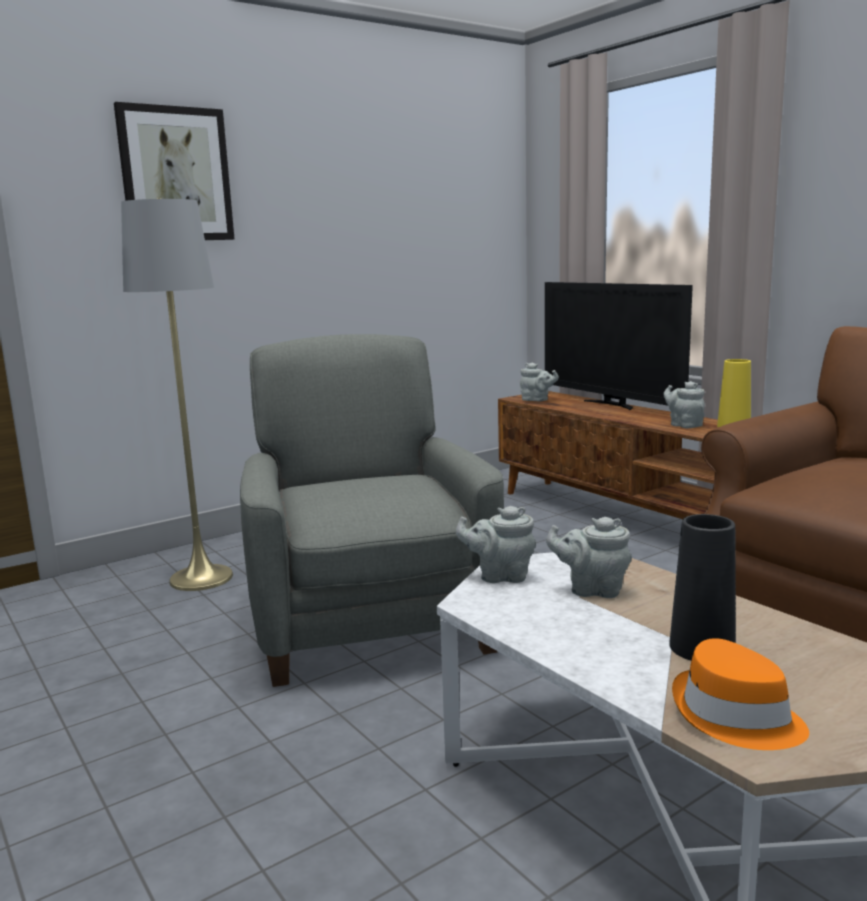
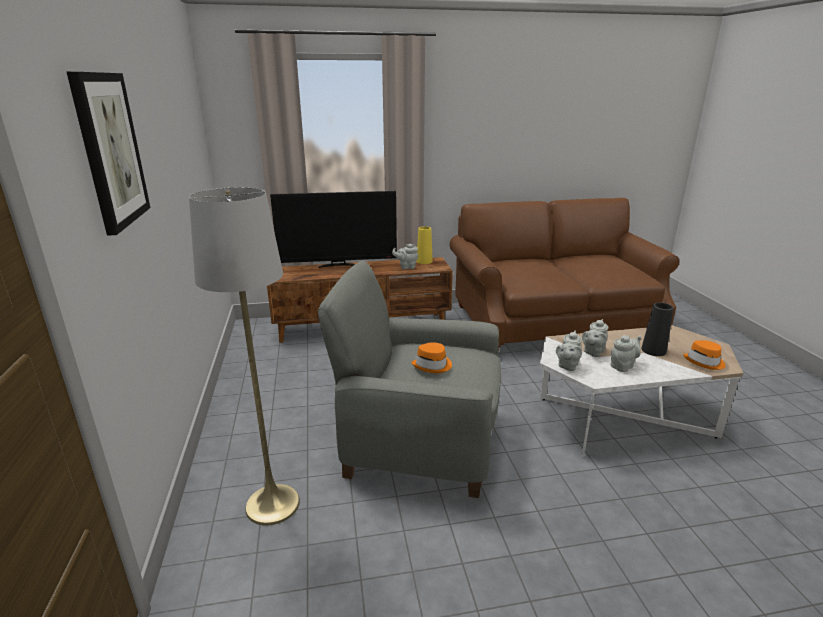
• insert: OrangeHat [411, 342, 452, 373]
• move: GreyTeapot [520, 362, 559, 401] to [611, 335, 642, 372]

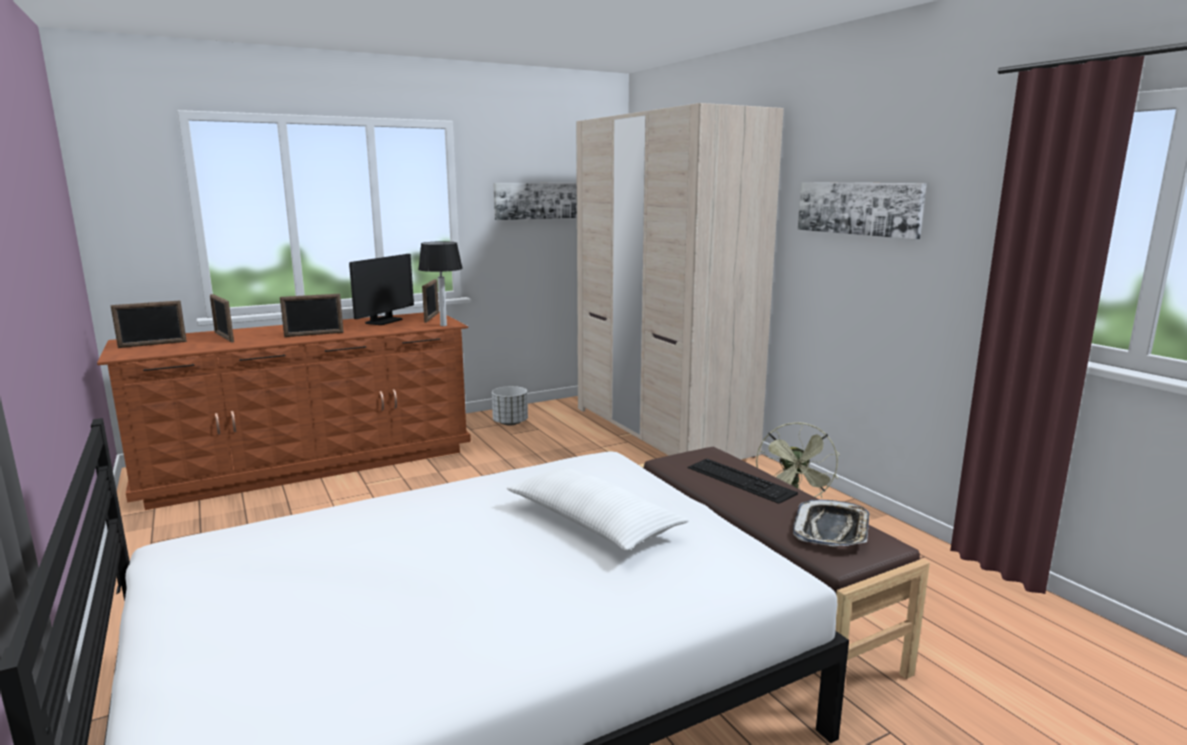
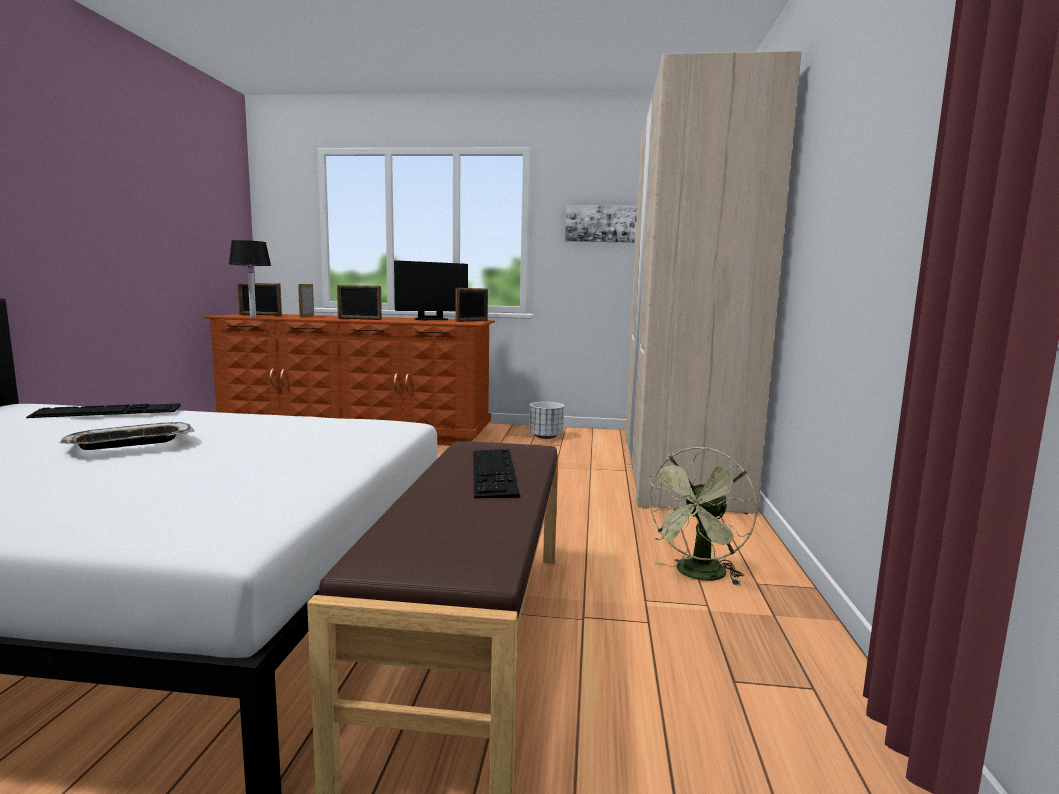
• delete: WhitePillow [507, 467, 689, 551]
• delete: Picture [798, 182, 927, 239]
• insert: Keyboard [26, 403, 181, 418]
• move: TableLamp [418, 241, 463, 326] to [229, 240, 271, 317]
• move: Tray [793, 500, 870, 547] to [60, 422, 194, 450]

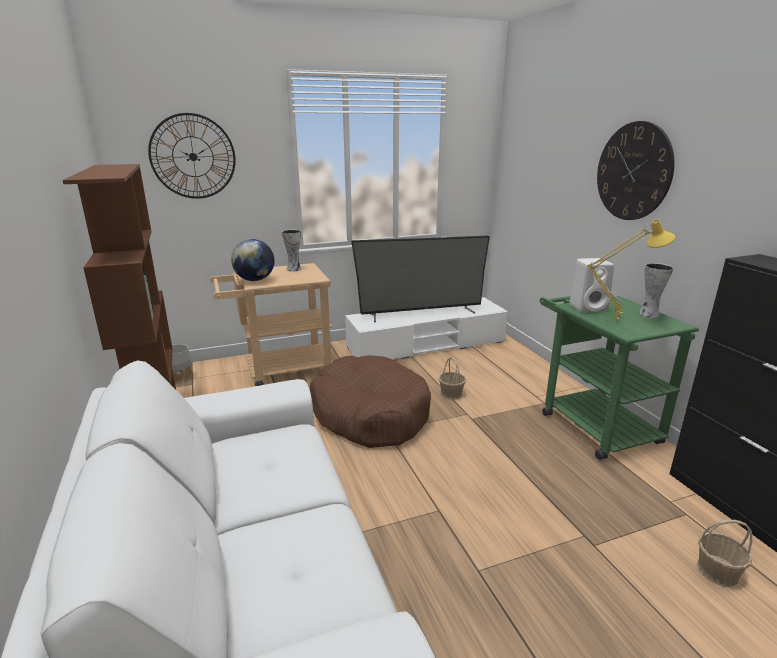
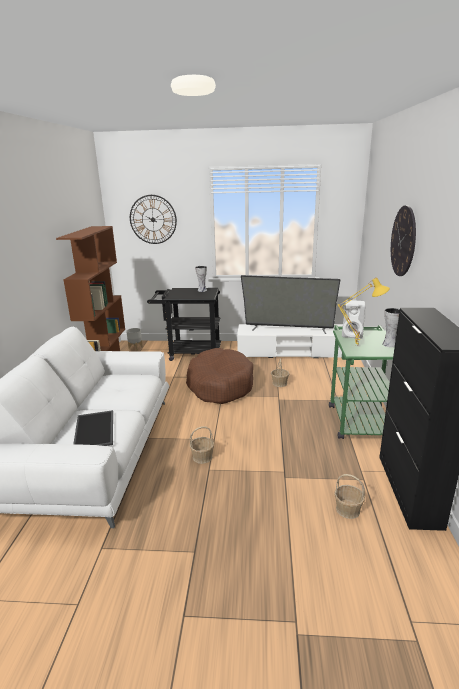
• delete: Globe [231, 239, 275, 281]
• insert: Tray [73, 410, 113, 446]
• insert: Basket [190, 426, 214, 464]
• recolor: BeigeCart [210, 263, 332, 386] to BlackCart [147, 288, 221, 361]

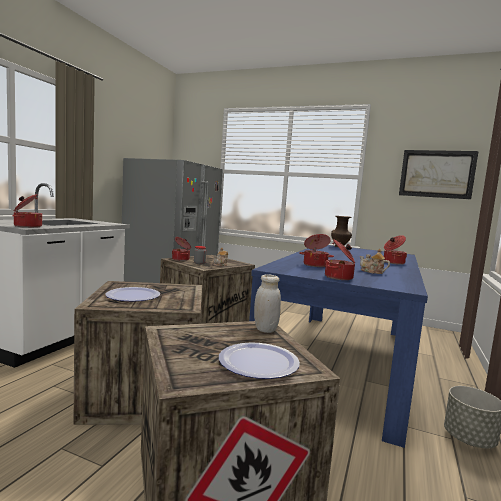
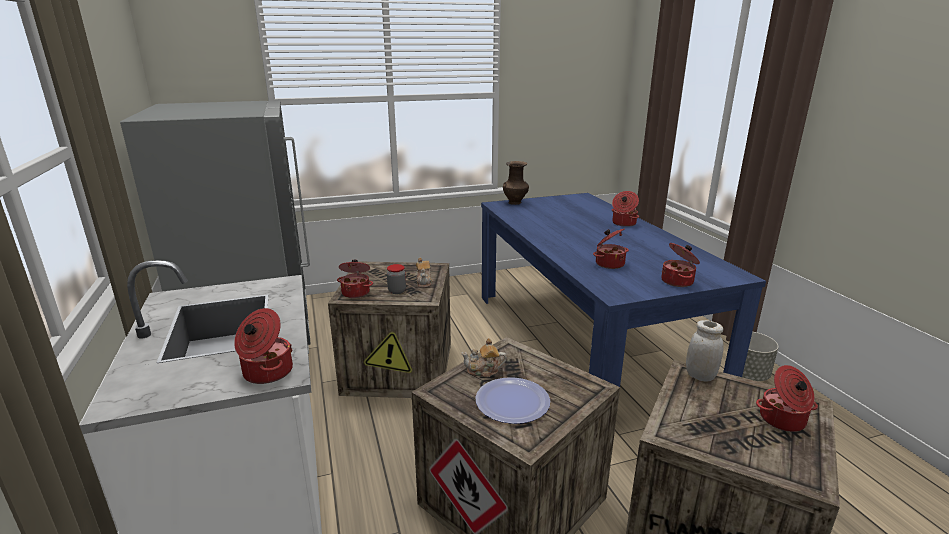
• delete: Picture [399, 150, 478, 199]
• move: Teapot [360, 249, 390, 274] to [461, 338, 507, 377]
• replace: Plate [219, 343, 300, 379] to CookingPot [756, 365, 818, 432]

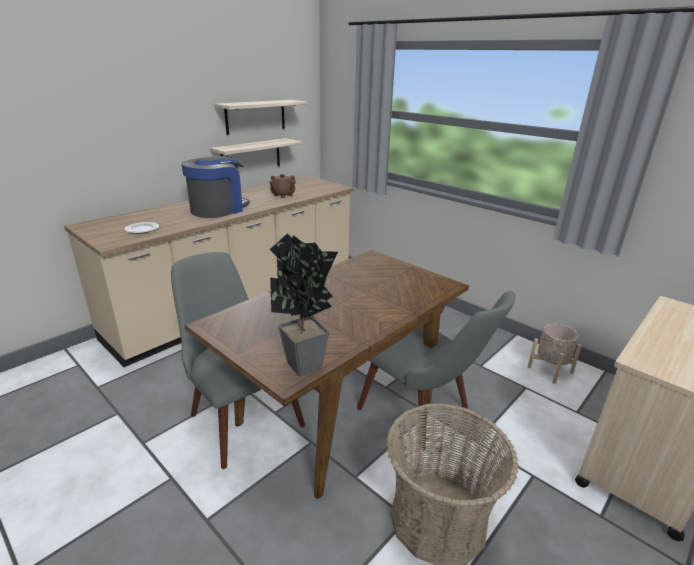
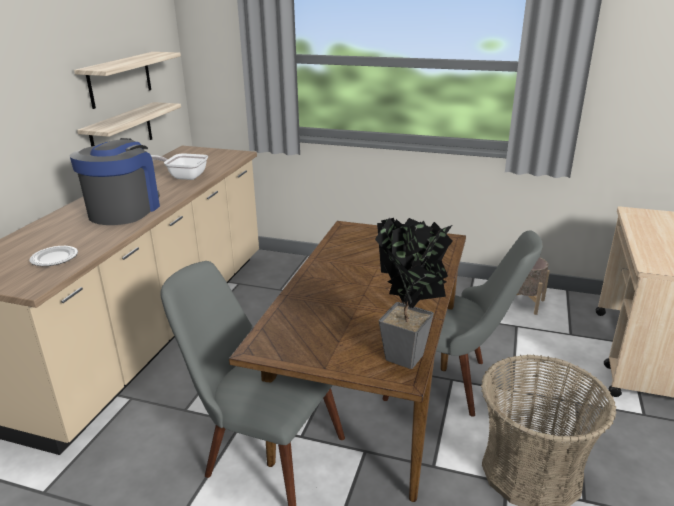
• replace: BrownTeapot [270, 174, 296, 198] to FryingPan [151, 154, 208, 180]

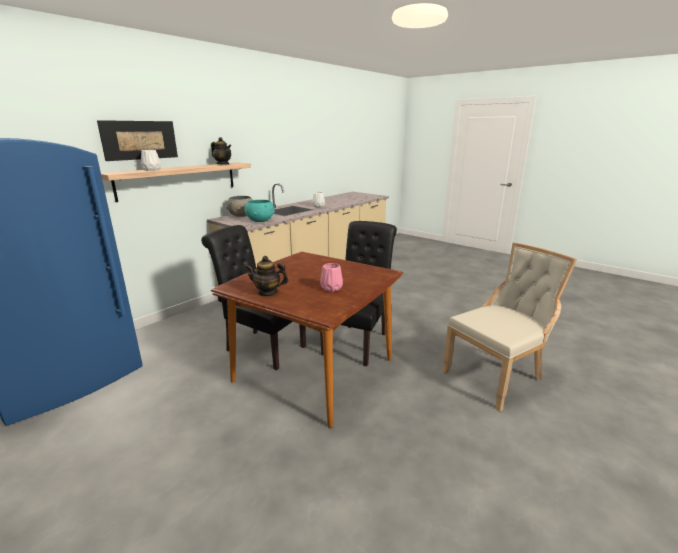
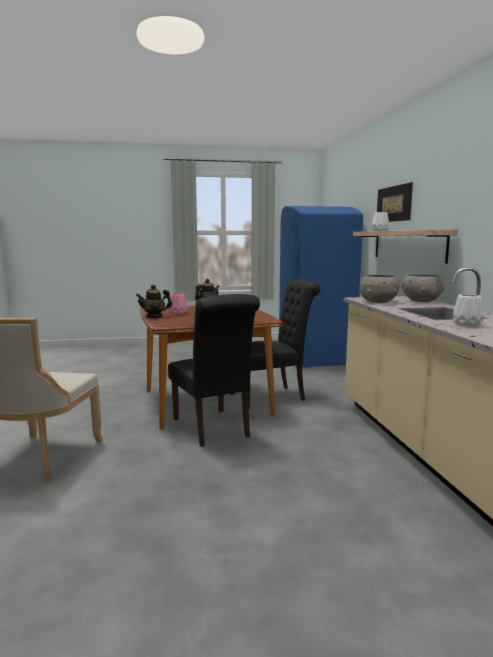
• move: Teapot [211, 137, 231, 165] to [136, 284, 172, 318]
• recolor: TurquoiseBowl [245, 200, 275, 222] to GreyBowl [359, 275, 400, 303]

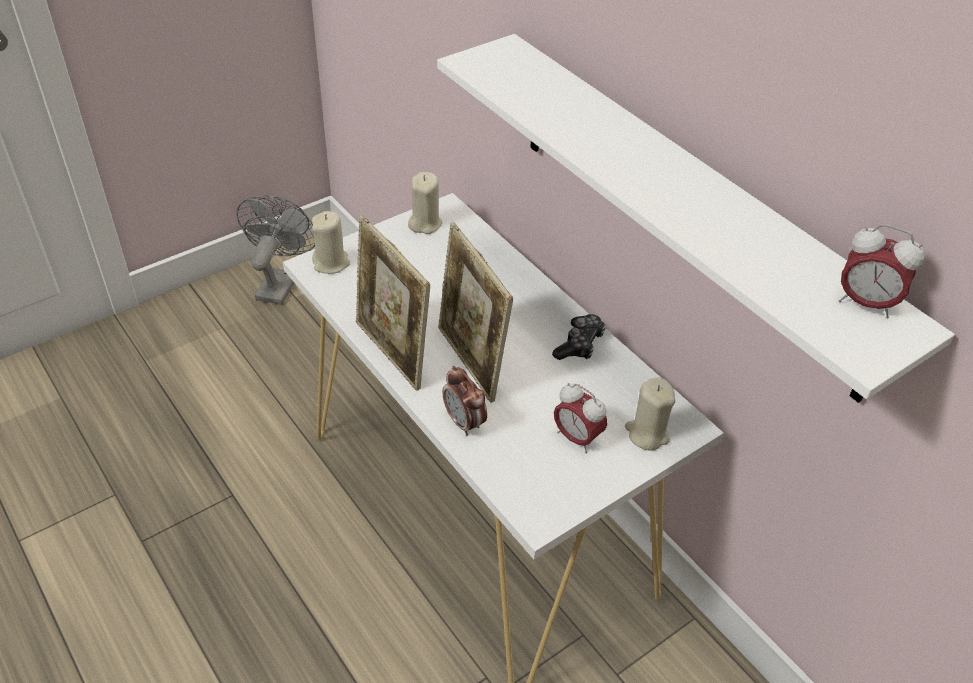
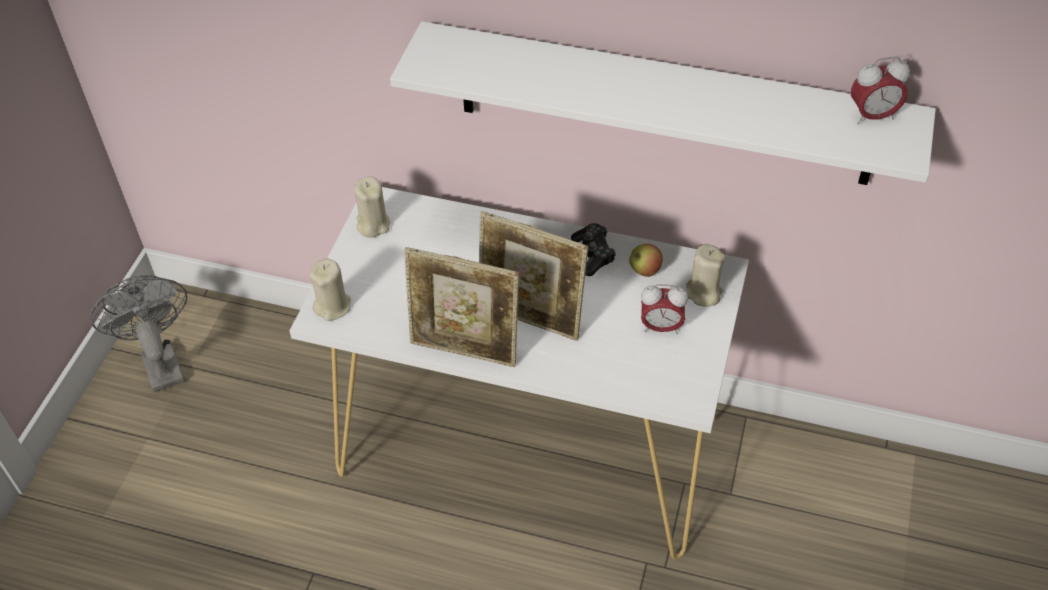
• delete: AlarmClock [443, 366, 487, 436]
• insert: Apple [629, 244, 663, 277]

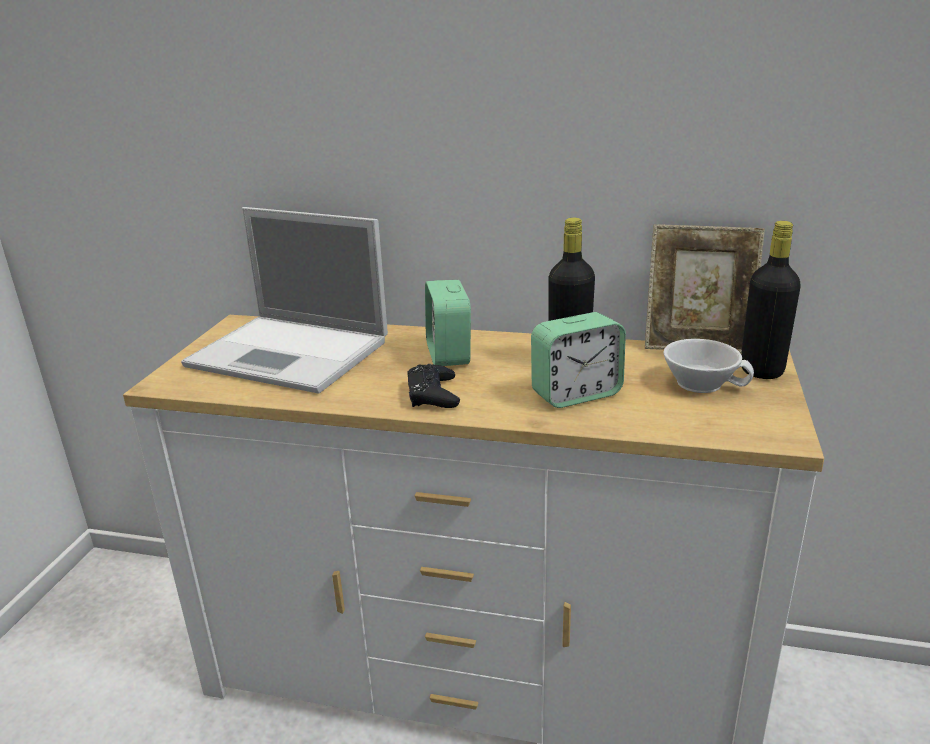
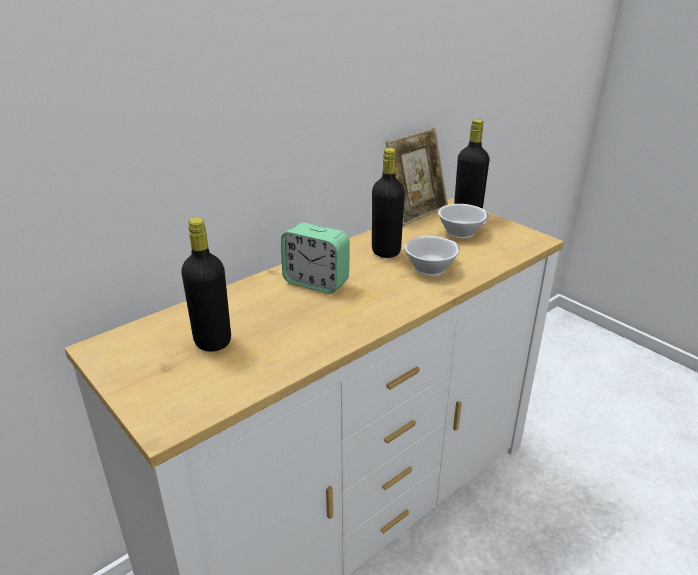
• delete: BlackGameController [407, 364, 460, 408]
• replace: Laptop [181, 207, 388, 394] to BlackBottle [181, 217, 231, 352]
• replace: AlarmClock [531, 312, 626, 408] to WhiteCup [405, 236, 460, 276]

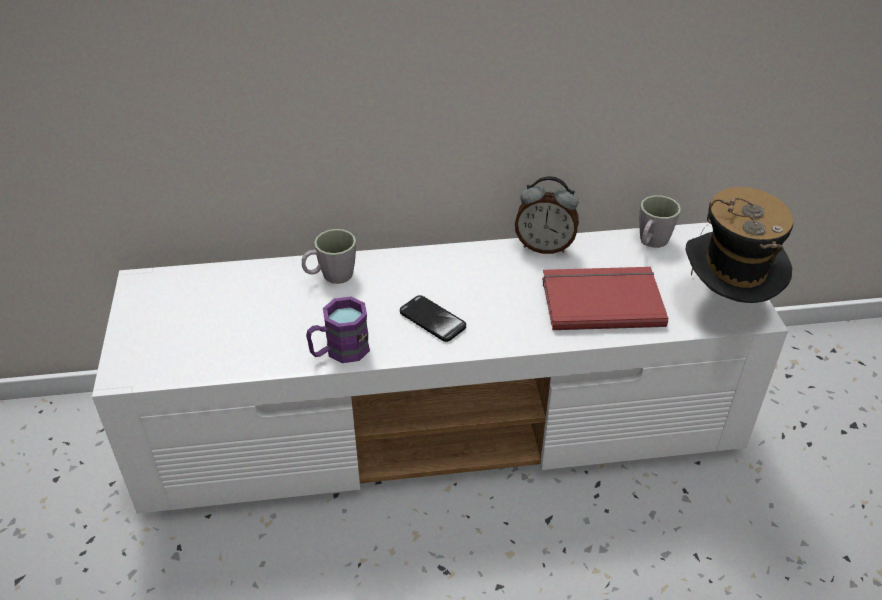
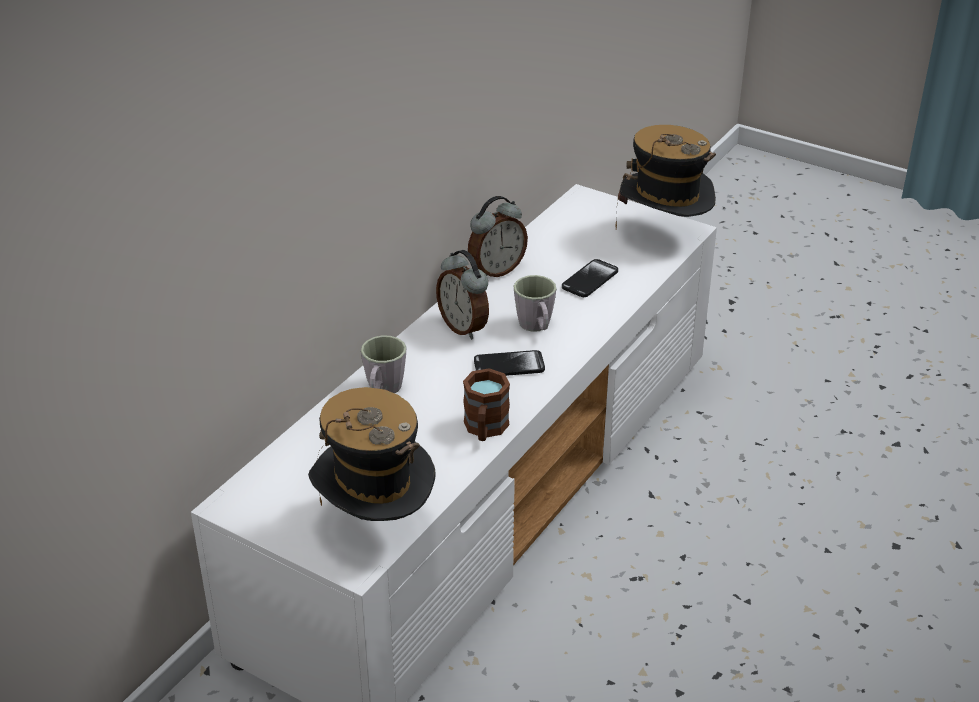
• insert: Hat [308, 387, 436, 521]
• insert: AlarmClock [436, 250, 489, 340]
• move: GreyMug [639, 195, 681, 248] to [514, 275, 556, 332]
• replace: RedBook [542, 267, 668, 330] to Phone [562, 259, 618, 297]
• recolor: PurpleMug [306, 297, 370, 363] to BrownMug [463, 368, 510, 441]

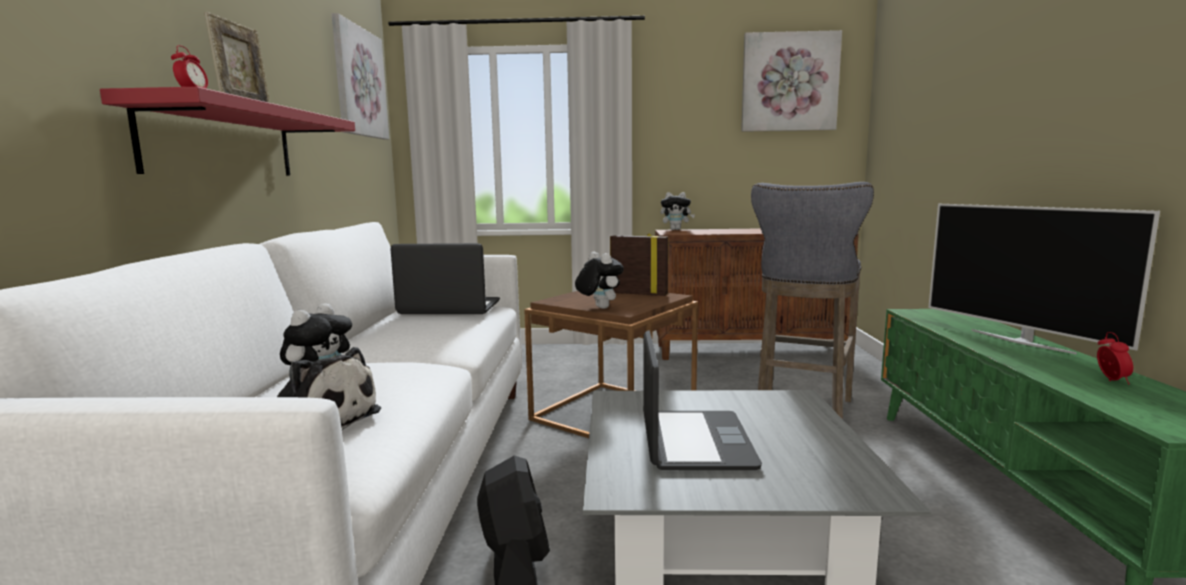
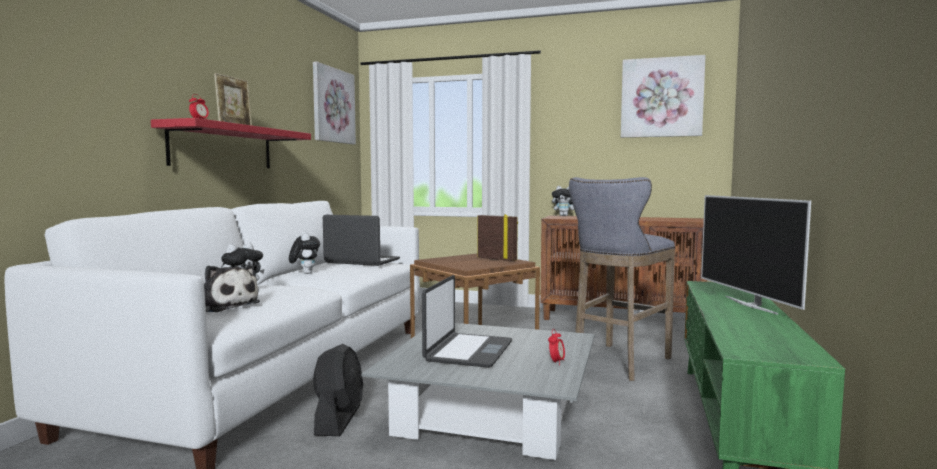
• move: PlushToy [575, 252, 624, 309] to [289, 232, 320, 274]
• move: AlarmClock [1097, 332, 1133, 384] to [548, 329, 565, 365]

